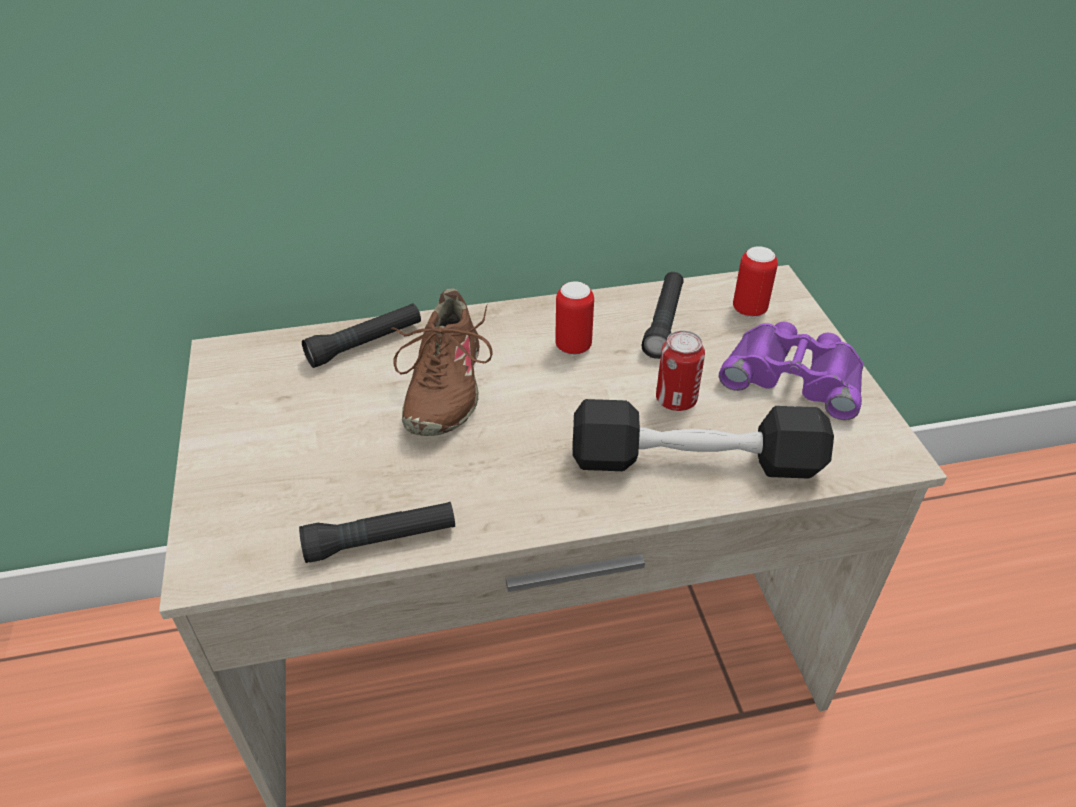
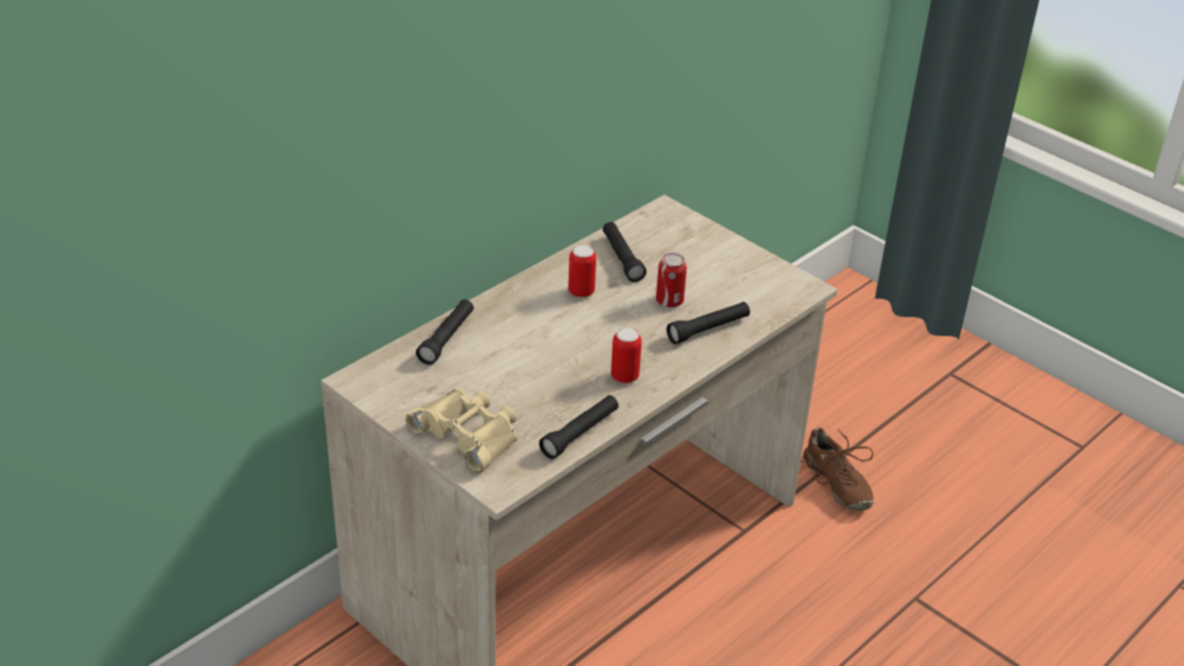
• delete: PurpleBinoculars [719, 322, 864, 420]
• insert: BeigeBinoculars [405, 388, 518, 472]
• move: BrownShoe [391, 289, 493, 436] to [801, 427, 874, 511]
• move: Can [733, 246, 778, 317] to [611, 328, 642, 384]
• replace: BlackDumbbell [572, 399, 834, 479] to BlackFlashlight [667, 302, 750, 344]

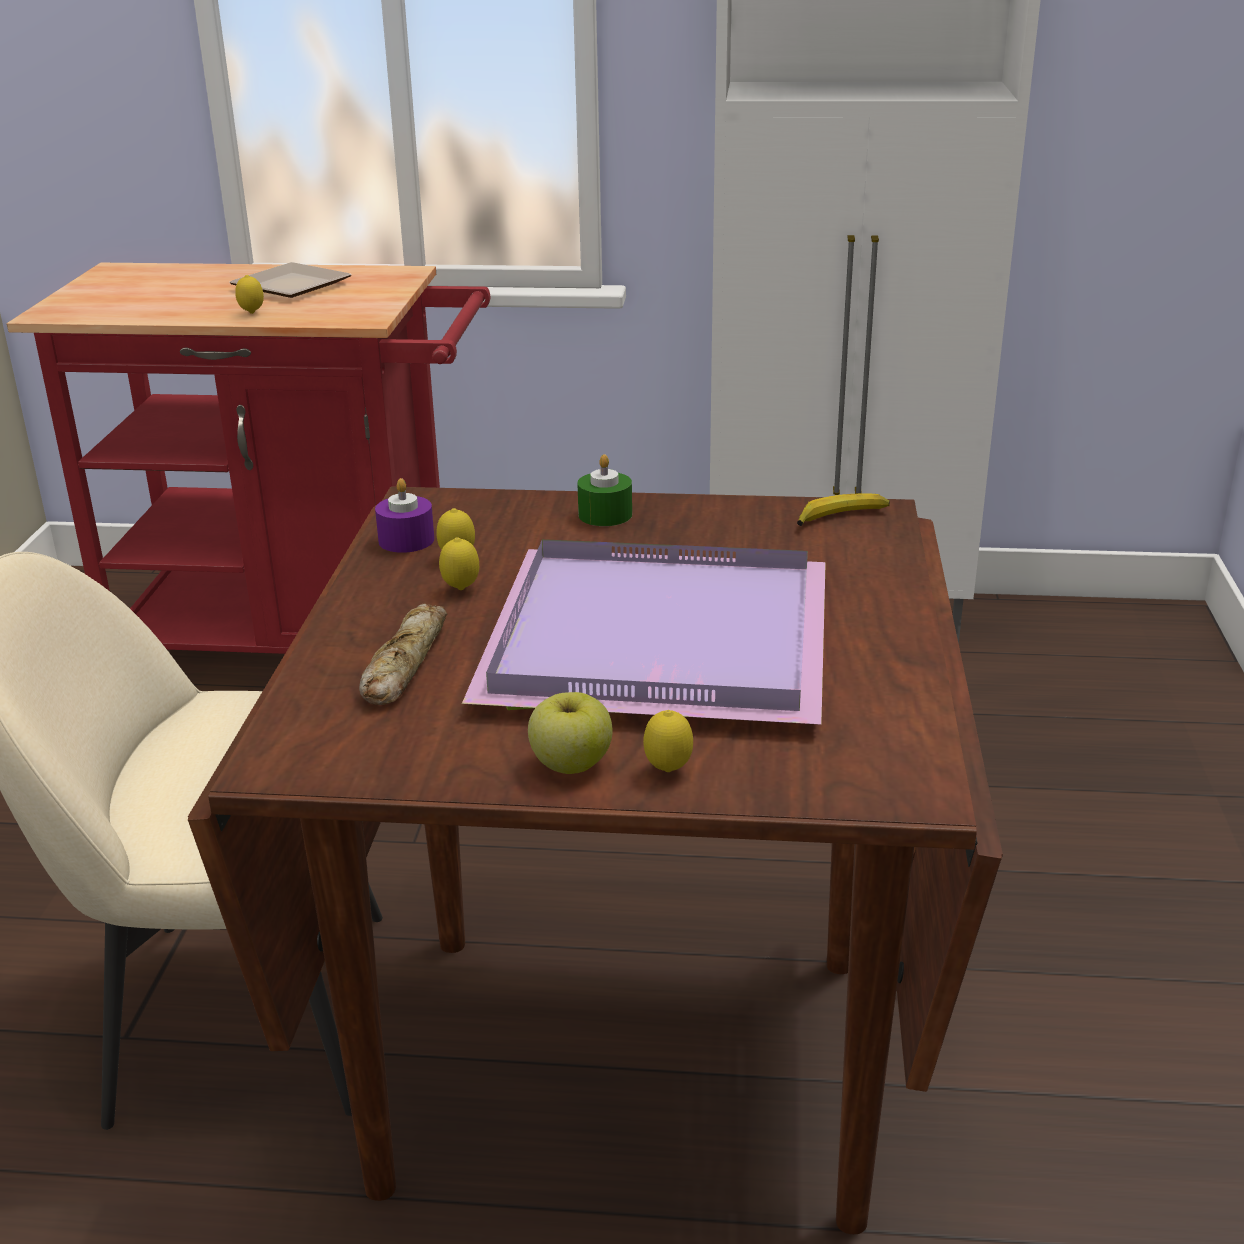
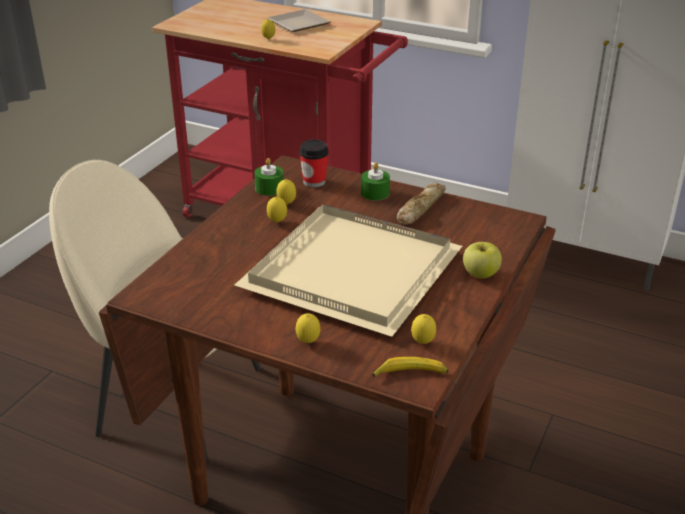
• insert: Cup [299, 139, 329, 187]
• insert: Lemon [411, 314, 436, 344]
• move: Bread [359, 603, 447, 705] to [397, 183, 446, 225]
• move: Apple [528, 692, 613, 774] to [463, 242, 502, 279]
• move: Banana [797, 493, 890, 526] to [372, 357, 448, 377]
• recolor: PurpleCandle [375, 478, 434, 553] to GreenCandle [254, 158, 284, 196]
• recolor: PurpleTray [462, 539, 826, 725] to BeigeTray [234, 204, 462, 337]

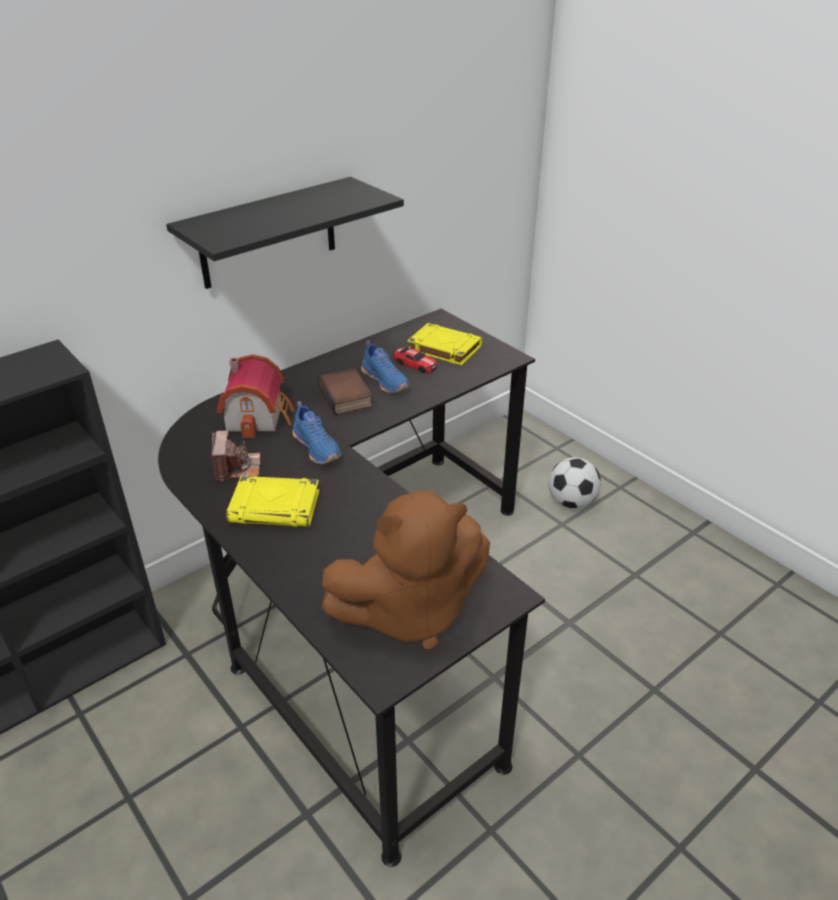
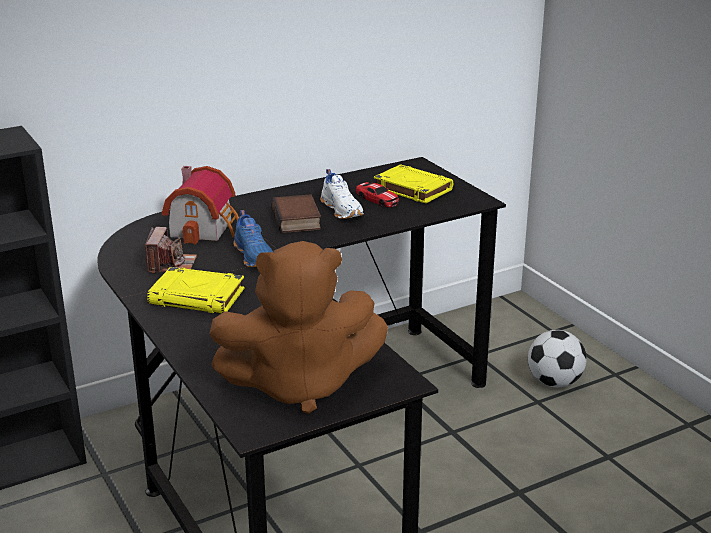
• delete: BlackShelf [166, 177, 404, 289]
• recolor: BlueShoe [361, 340, 410, 393] to WhiteShoe [320, 169, 364, 219]

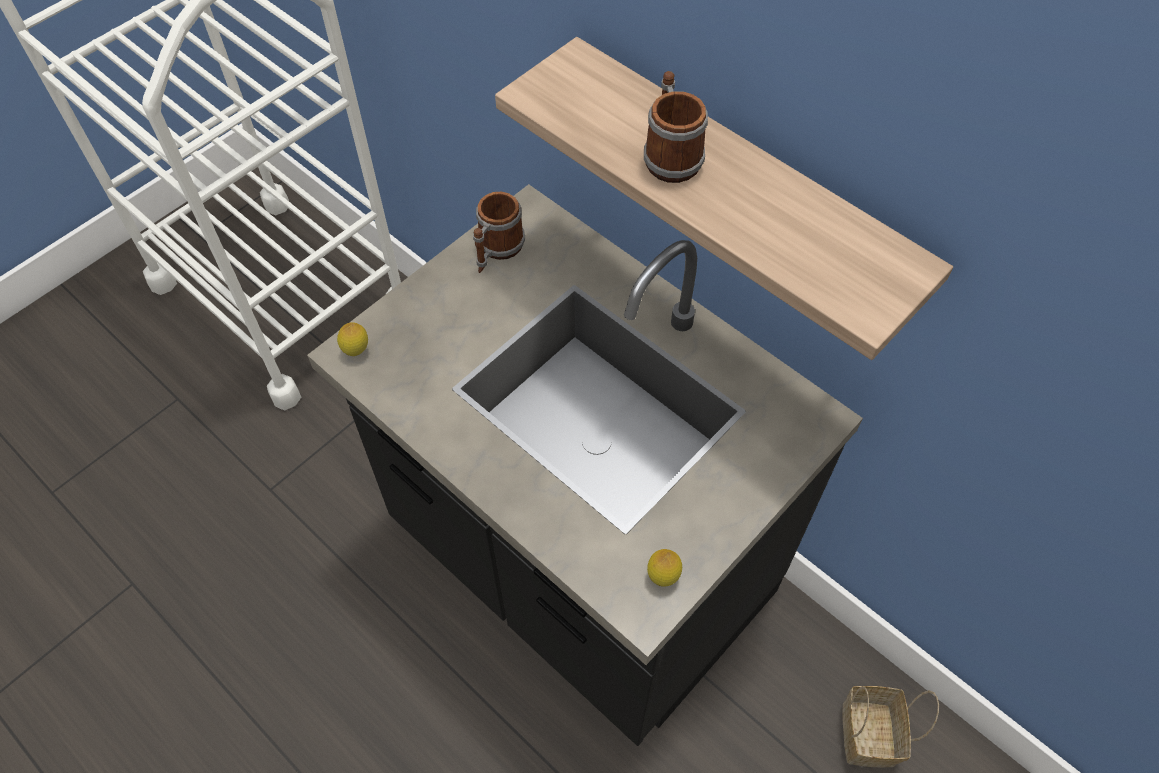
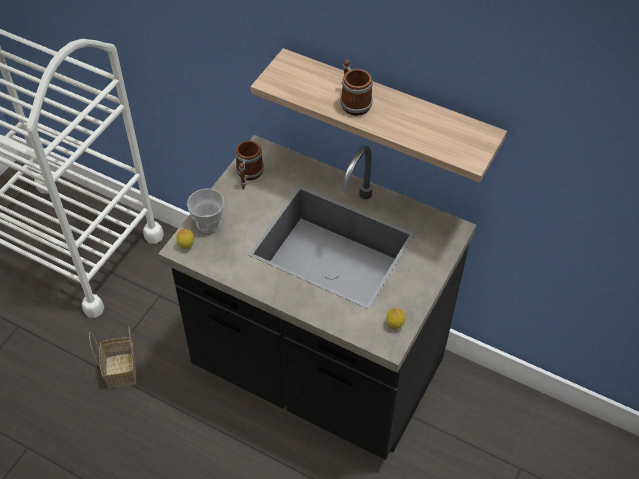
• insert: Cup [187, 188, 225, 233]
• move: Basket [842, 686, 939, 767] to [89, 326, 136, 388]

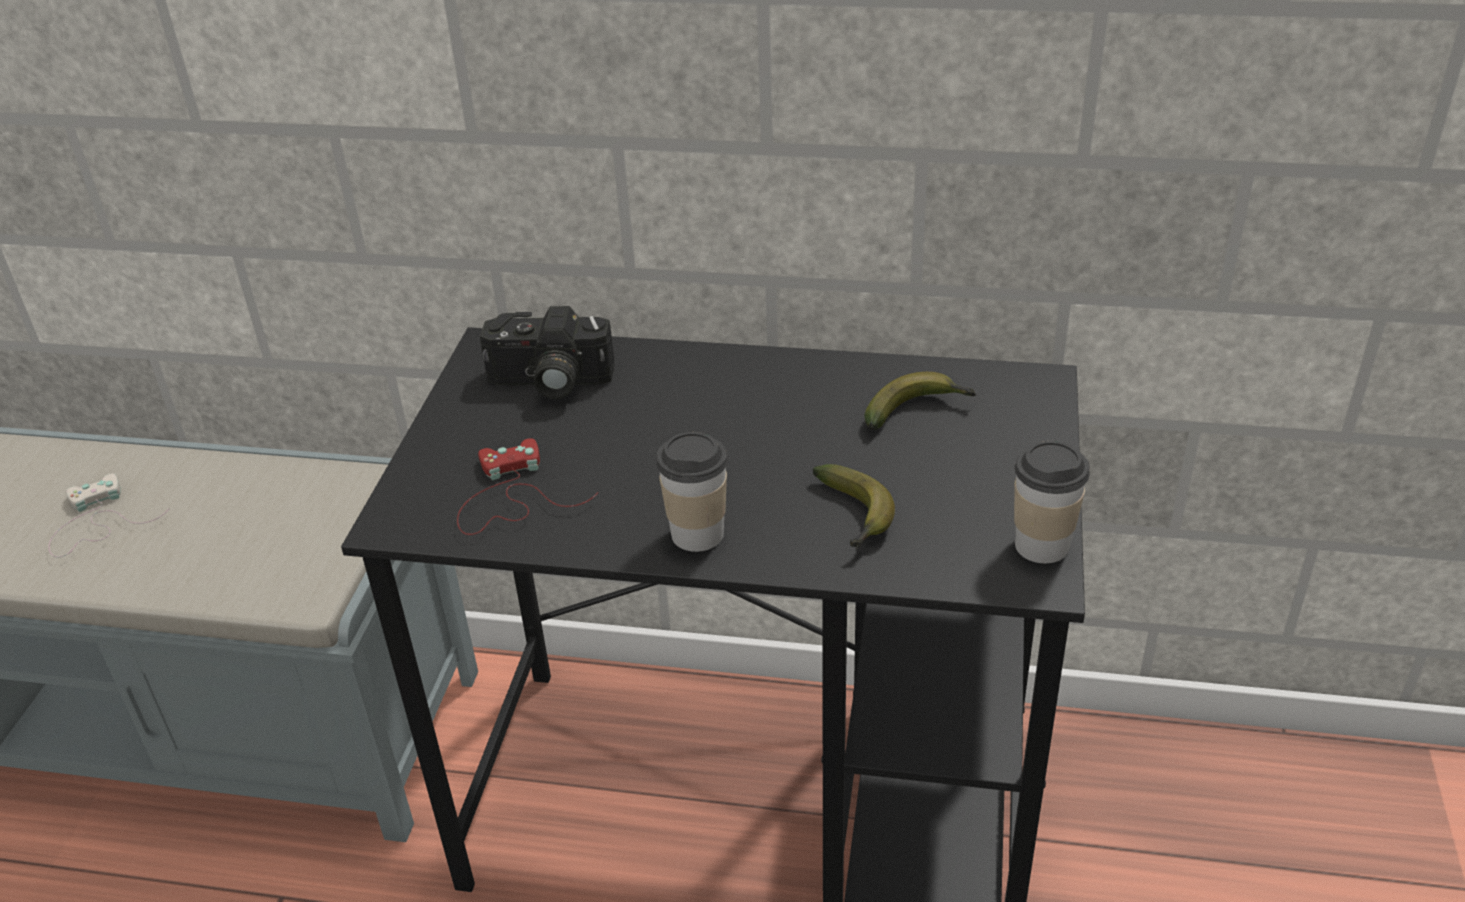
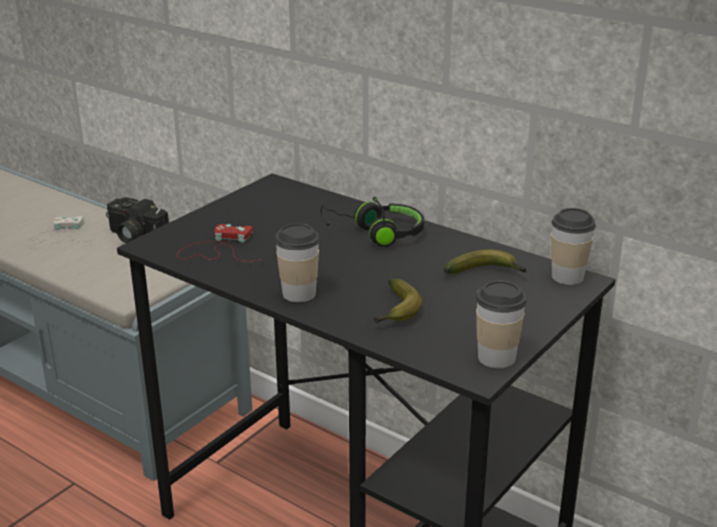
• insert: BlackHeadphones [321, 197, 424, 247]
• insert: Cup [551, 208, 596, 285]
• move: PhotoCamera [480, 306, 615, 399] to [106, 197, 169, 243]

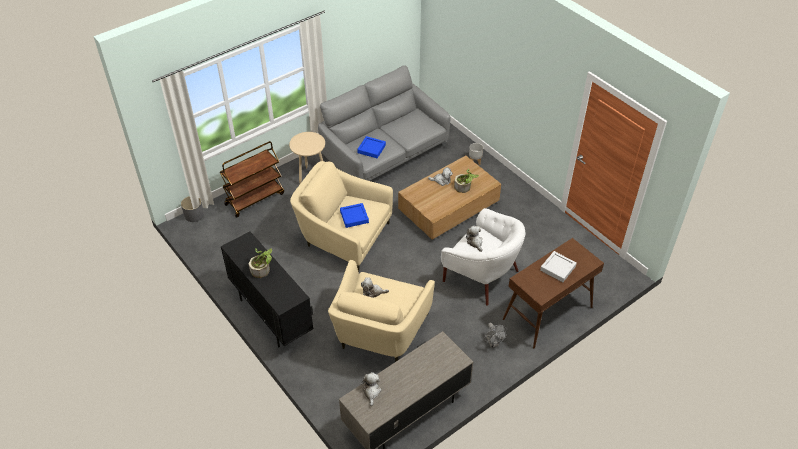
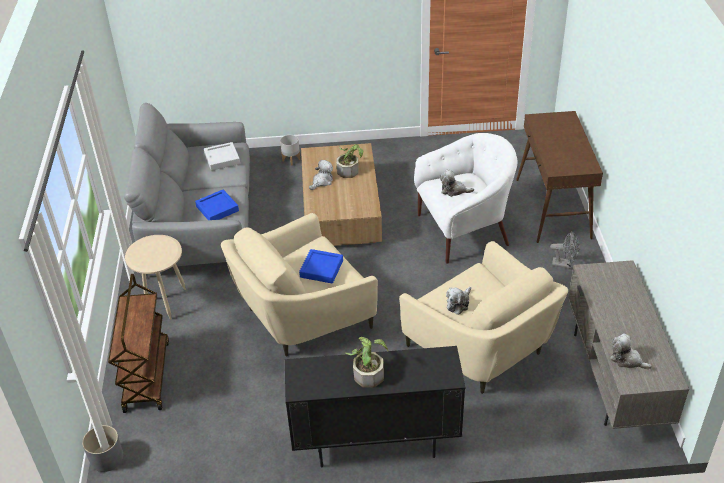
• move: GreyTray [540, 251, 577, 282] to [204, 142, 240, 171]

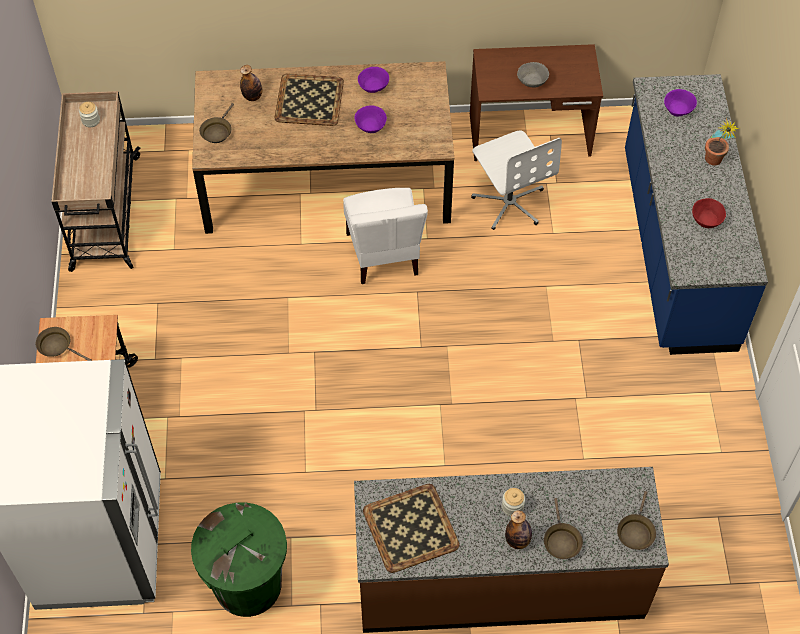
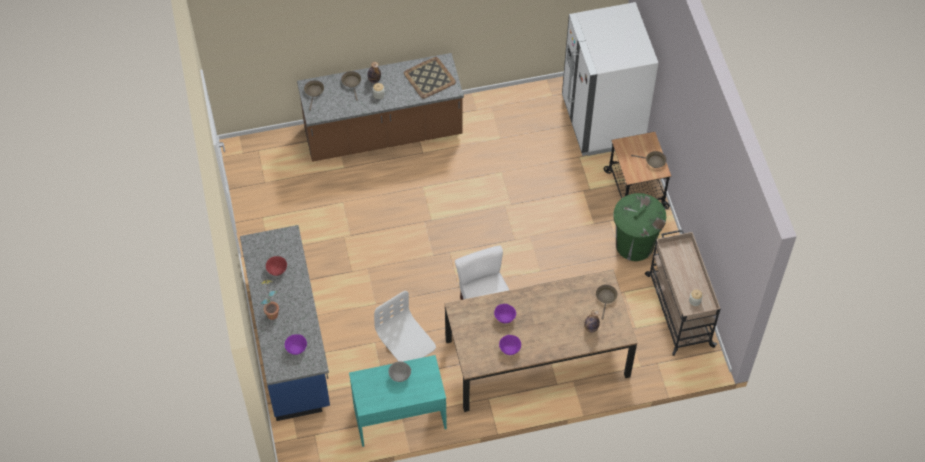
• delete: Tray [275, 73, 344, 126]
• move: GreenTrashCan [191, 502, 287, 617] to [613, 193, 666, 261]
• recolor: BrownDesk [470, 44, 603, 161] to TurquoiseDesk [349, 355, 447, 447]

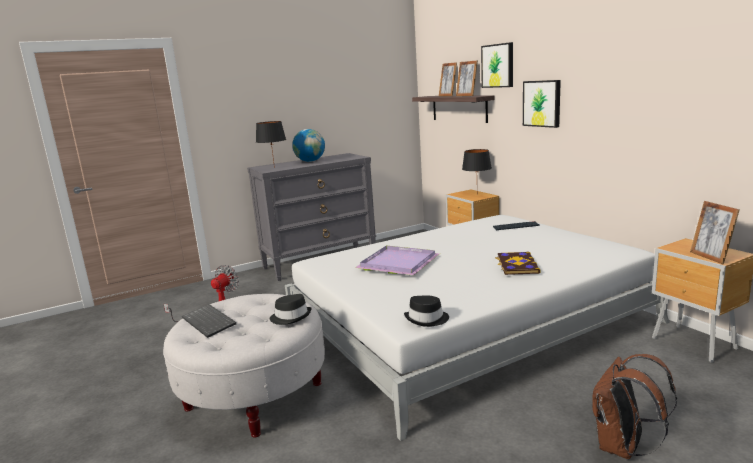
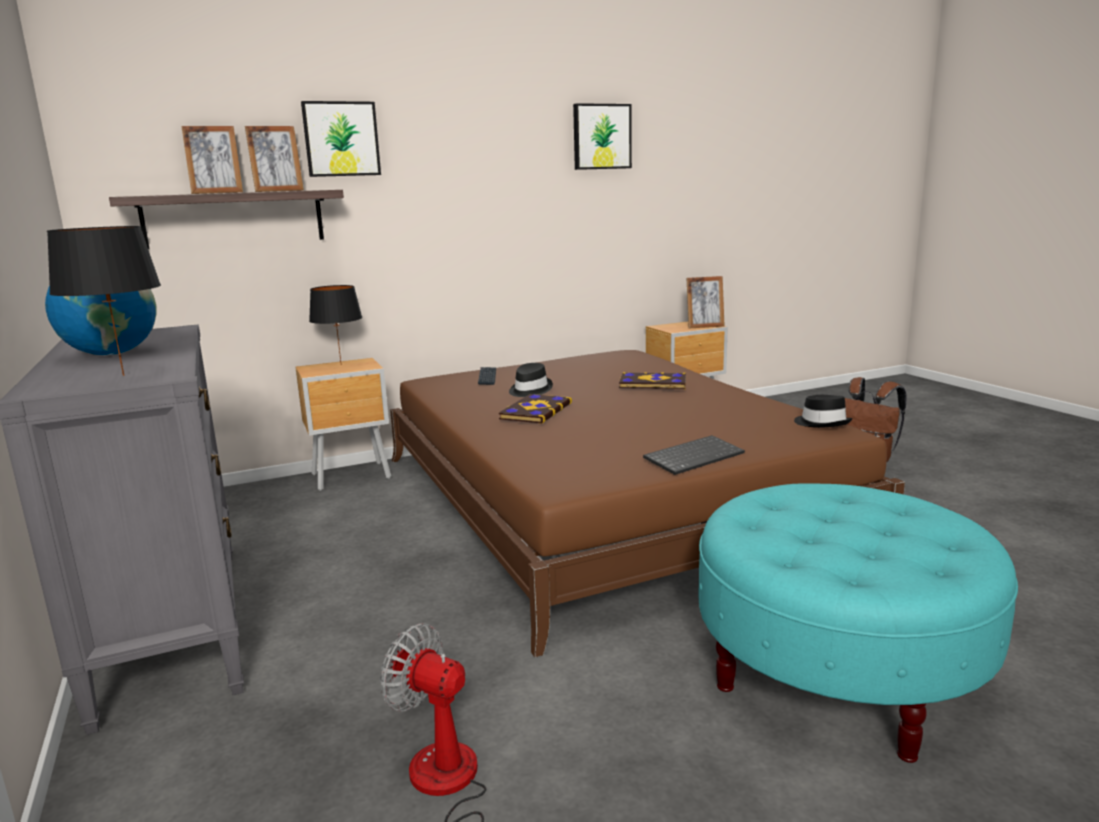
• delete: PurpleTray [355, 245, 439, 275]
• insert: Book [499, 394, 572, 424]
• move: Keyboard [182, 304, 236, 338] to [643, 435, 745, 475]
• move: BlackHat [270, 294, 312, 325] to [509, 363, 553, 397]
• move: Picture [523, 80, 561, 128] to [573, 103, 632, 170]
• recolor: WhiteOttoman [163, 294, 325, 438] to TurquoiseOttoman [698, 483, 1018, 763]
• recolor: WhiteBed [285, 215, 669, 441] to BrownBed [390, 350, 905, 658]

